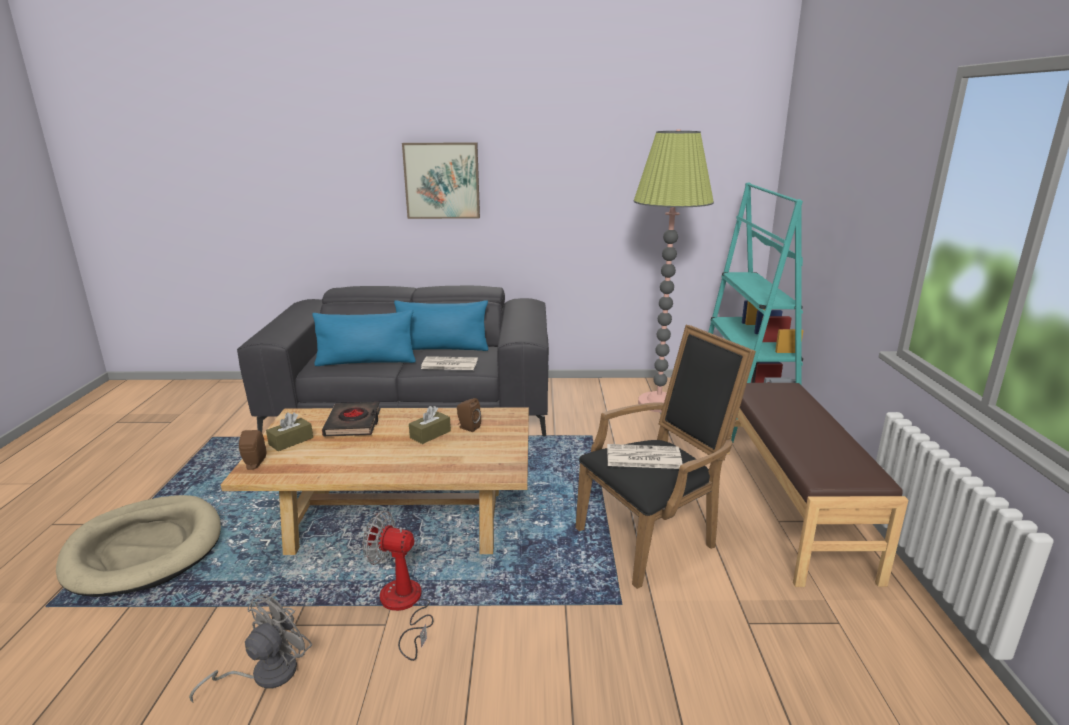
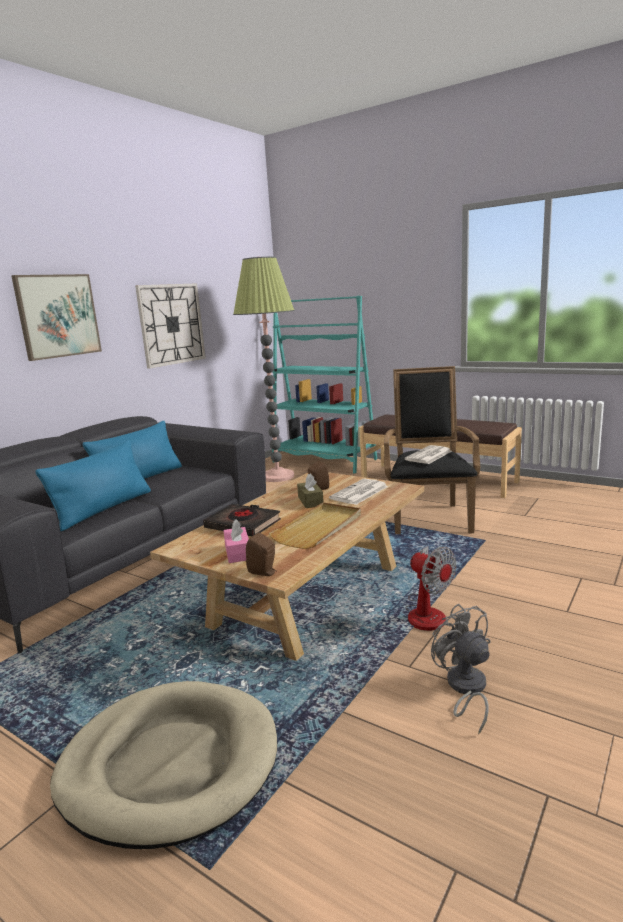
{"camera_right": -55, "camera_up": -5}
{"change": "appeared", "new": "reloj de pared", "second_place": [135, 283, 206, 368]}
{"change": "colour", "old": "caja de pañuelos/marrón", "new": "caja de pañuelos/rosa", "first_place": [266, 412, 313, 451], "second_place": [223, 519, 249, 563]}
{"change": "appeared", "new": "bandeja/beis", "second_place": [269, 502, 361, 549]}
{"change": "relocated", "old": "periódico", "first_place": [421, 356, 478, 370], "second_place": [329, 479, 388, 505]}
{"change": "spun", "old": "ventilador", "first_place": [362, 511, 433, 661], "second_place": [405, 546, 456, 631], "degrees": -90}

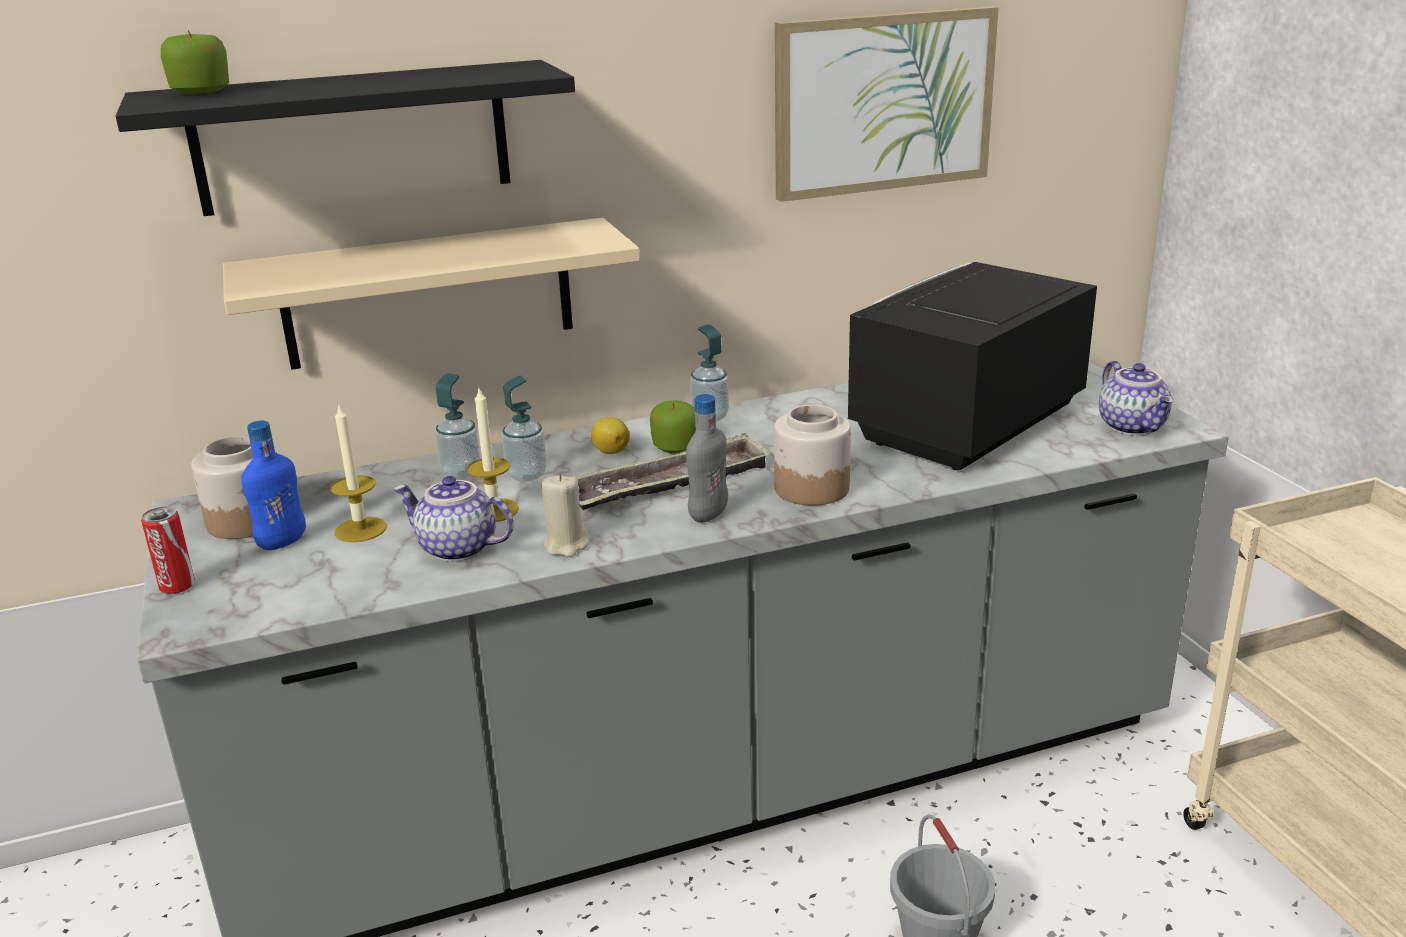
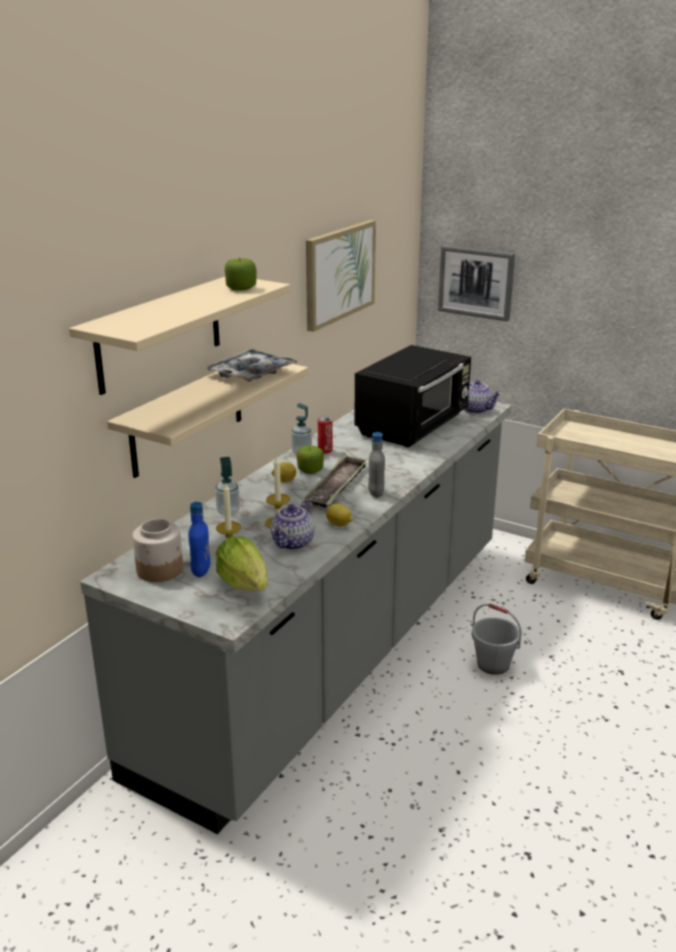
{"camera_right": -40, "camera_up": 0}
{"change": "colour", "old": "estante/negro", "new": "estante/beis", "first_place": [115, 60, 575, 216], "second_place": [69, 277, 290, 395]}
{"change": "appeared", "new": "bandeja", "second_place": [204, 349, 298, 382]}
{"change": "appeared", "new": "lechuga", "second_place": [216, 536, 268, 591]}
{"change": "relocated", "old": "manzana", "first_place": [161, 30, 229, 94], "second_place": [225, 258, 257, 291]}
{"change": "spun", "old": "tetera", "first_place": [393, 476, 514, 562], "second_place": [271, 500, 314, 550], "degrees": -45}
{"change": "relocated", "old": "lata", "first_place": [141, 507, 195, 594], "second_place": [318, 416, 333, 454]}
{"change": "exchanged", "old": "vela/beis", "new": "limón", "first_place": [542, 474, 589, 557], "second_place": [326, 504, 352, 527]}
{"change": "spun", "old": "microondas/negro", "first_place": [848, 262, 1097, 470], "second_place": [354, 345, 471, 448], "degrees": -150}
{"change": "appeared", "new": "cuadro", "second_place": [438, 245, 515, 322]}
{"change": "missing", "old": "dispensador de jabón", "first_place": [502, 375, 547, 482]}
{"change": "missing", "old": "tarro", "first_place": [774, 404, 851, 506]}

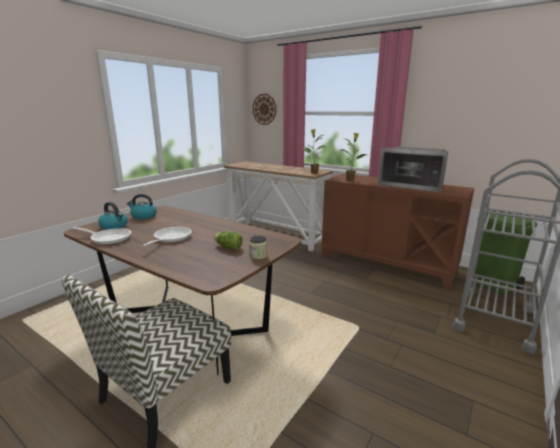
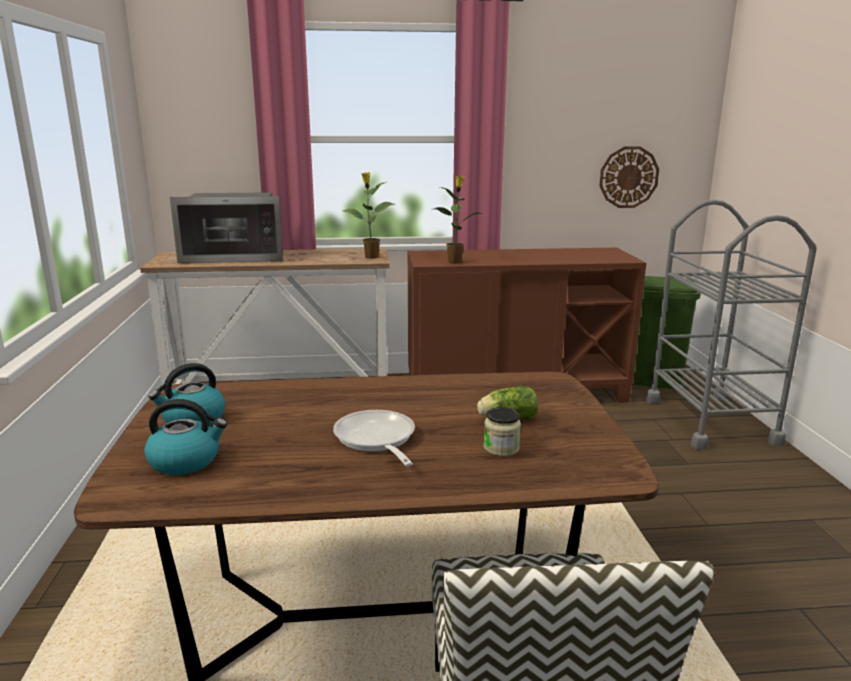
{"camera_right": -40, "camera_up": 0}
{"change": "relocated", "old": "microondas", "first_place": [378, 146, 448, 193], "second_place": [170, 192, 284, 263]}
{"change": "relocated", "old": "tarro", "first_place": [249, 236, 267, 259], "second_place": [484, 407, 521, 456]}
{"change": "relocated", "old": "reloj de pared", "first_place": [253, 94, 276, 125], "second_place": [599, 146, 659, 208]}
{"change": "missing", "old": "sartén", "first_place": [73, 227, 131, 245]}

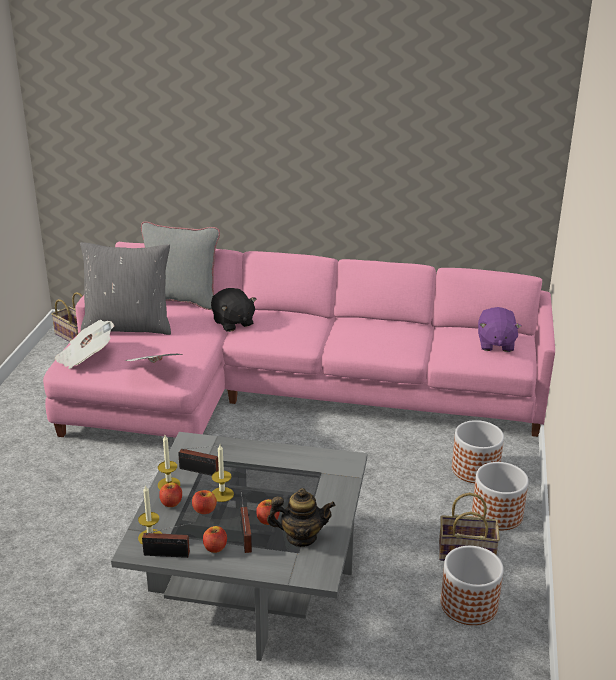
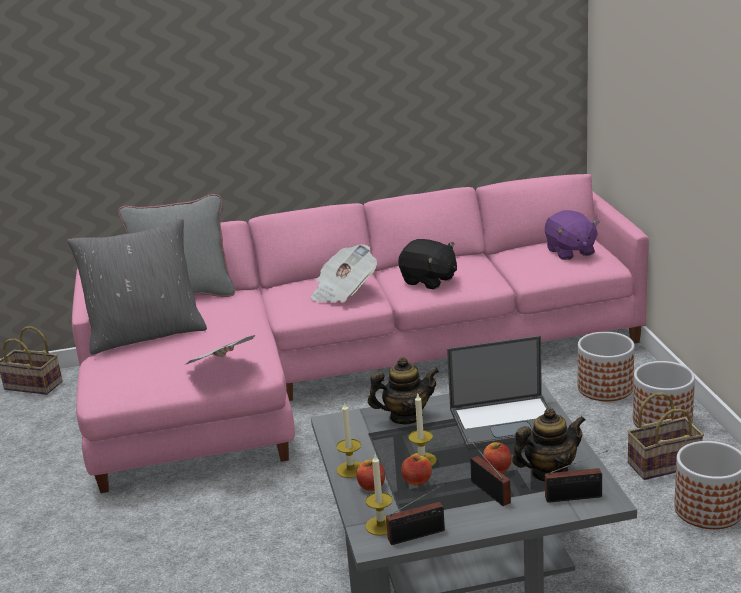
{"camera_right": -20, "camera_up": -5}
{"change": "relocated", "old": "periódico", "first_place": [55, 320, 114, 369], "second_place": [311, 244, 377, 302]}
{"change": "appeared", "new": "tetera", "second_place": [368, 357, 439, 425]}
{"change": "relocated", "old": "peluche/negro", "first_place": [211, 288, 256, 332], "second_place": [398, 239, 457, 289]}
{"change": "appeared", "new": "portátil", "second_place": [447, 336, 550, 449]}
{"change": "relocated", "old": "radio", "first_place": [178, 446, 219, 476], "second_place": [545, 450, 608, 503]}
{"change": "missing", "old": "manzana", "first_place": [203, 526, 227, 553]}

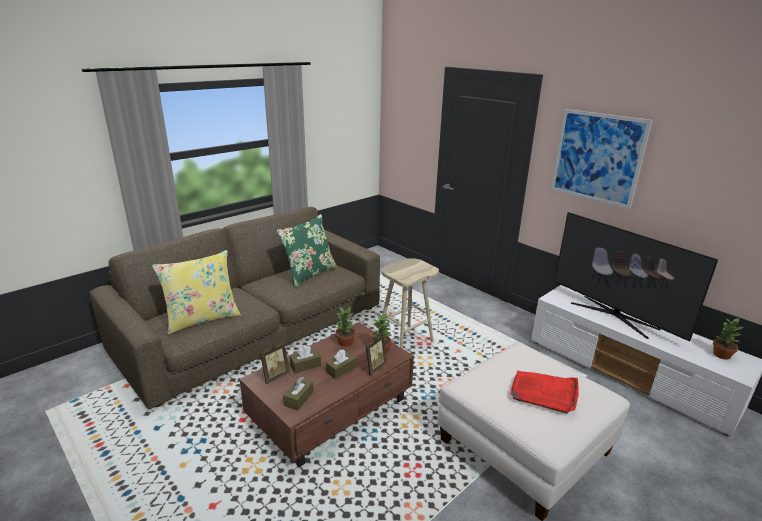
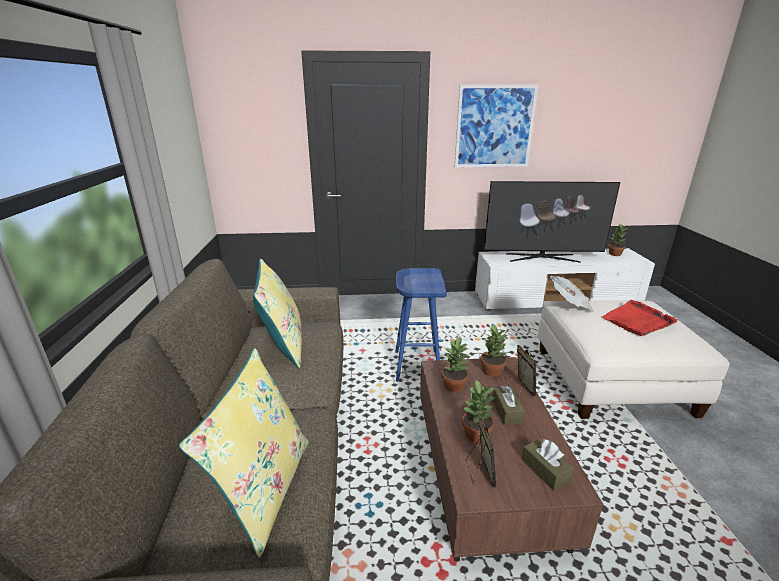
{"camera_right": -50, "camera_up": 0}
{"change": "colour", "old": "cojín/verde", "new": "cojín/amarillo", "first_place": [276, 214, 337, 287], "second_place": [253, 259, 302, 368]}
{"change": "colour", "old": "taburete/beis", "new": "taburete/azul", "first_place": [378, 258, 439, 349], "second_place": [395, 268, 447, 382]}
{"change": "exchanged", "old": "caja de pañuelos/marrón", "new": "planta en maceta", "first_place": [290, 345, 321, 373], "second_place": [462, 380, 495, 443]}
{"change": "appeared", "new": "periódico", "second_place": [550, 276, 594, 312]}

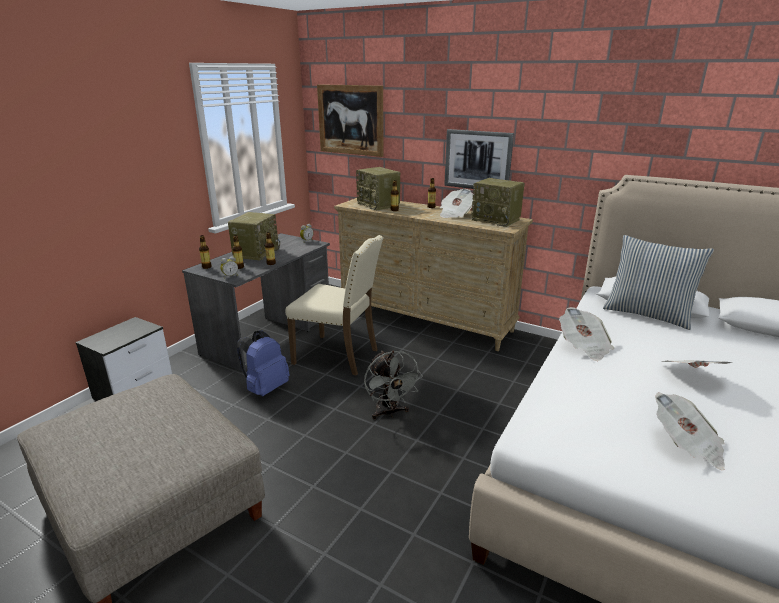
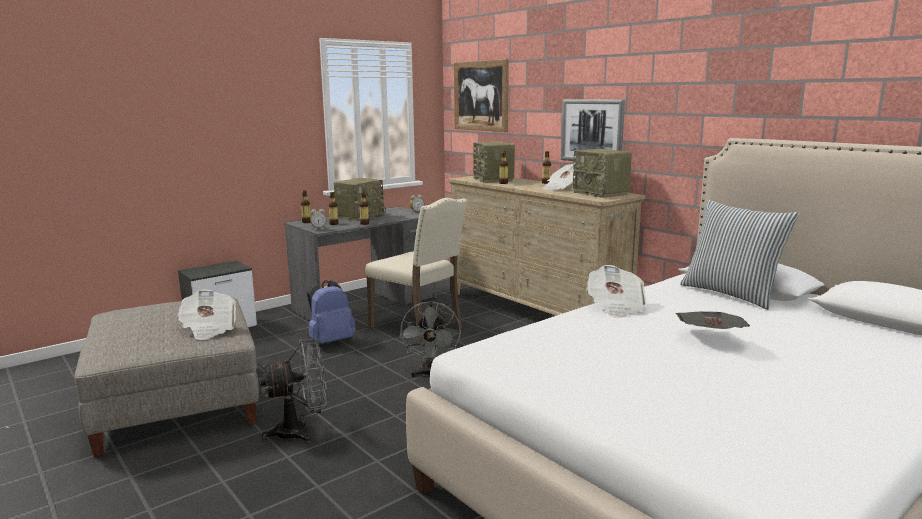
{"camera_right": 20, "camera_up": -10}
{"change": "relocated", "old": "periódico", "first_place": [655, 392, 725, 470], "second_place": [177, 289, 236, 340]}
{"change": "appeared", "new": "ventilador/gris", "second_place": [259, 338, 327, 443]}

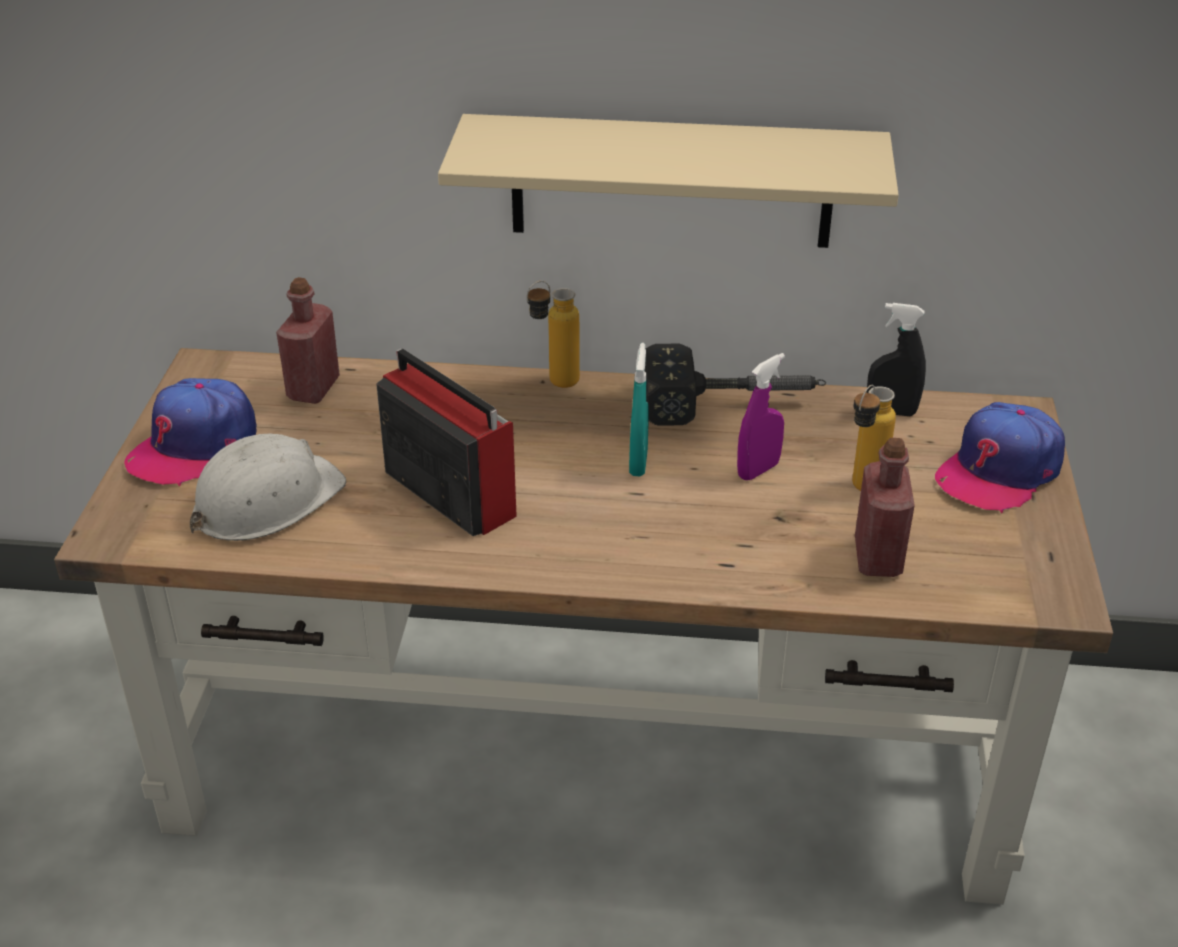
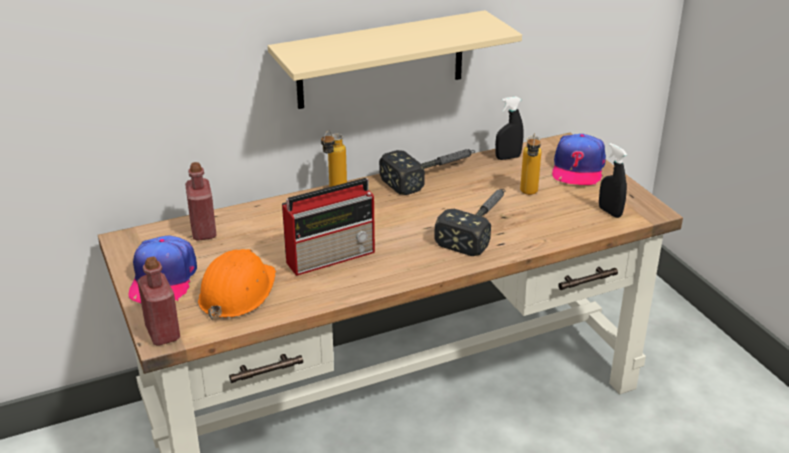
{"camera_right": -30, "camera_up": -5}
{"change": "relocated", "old": "botella/rojo", "first_place": [855, 438, 915, 577], "second_place": [137, 257, 180, 346]}
{"change": "colour", "old": "casco/blanco", "new": "casco/naranja", "first_place": [189, 434, 346, 541], "second_place": [198, 249, 276, 321]}
{"change": "spun", "old": "radio", "first_place": [376, 348, 517, 536], "second_place": [282, 178, 375, 276], "degrees": 135}
{"change": "appeared", "new": "martillo", "second_place": [434, 189, 505, 256]}
{"change": "appeared", "new": "pulverizador/negro", "second_place": [599, 143, 627, 218]}
{"change": "missing", "old": "pulverizador/turquesa", "first_place": [629, 343, 649, 476]}
{"change": "missing", "old": "pulverizador/morado", "first_place": [737, 353, 785, 480]}

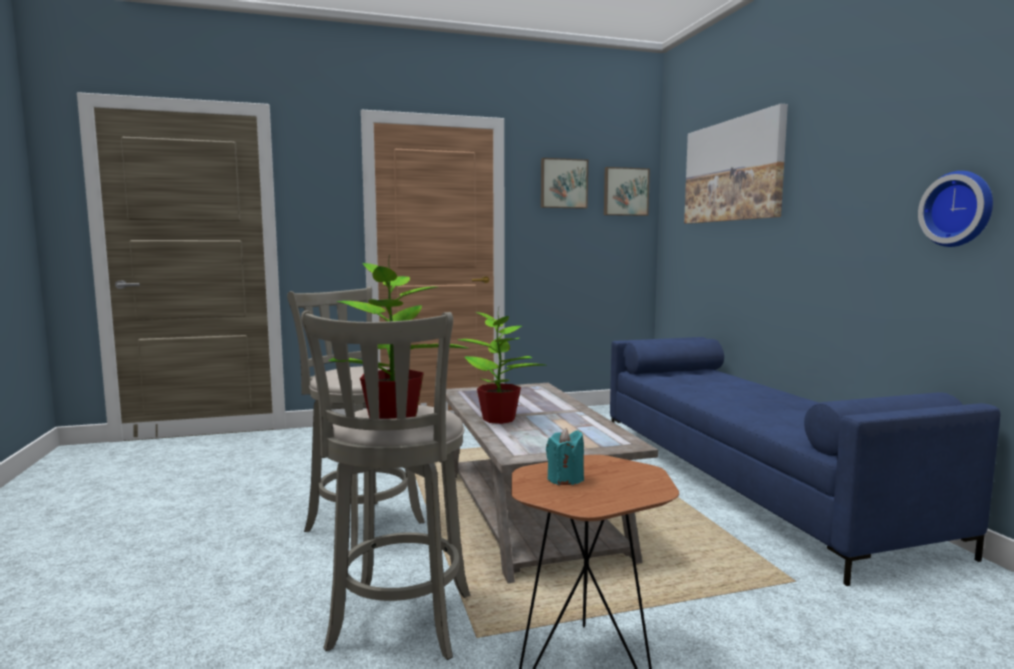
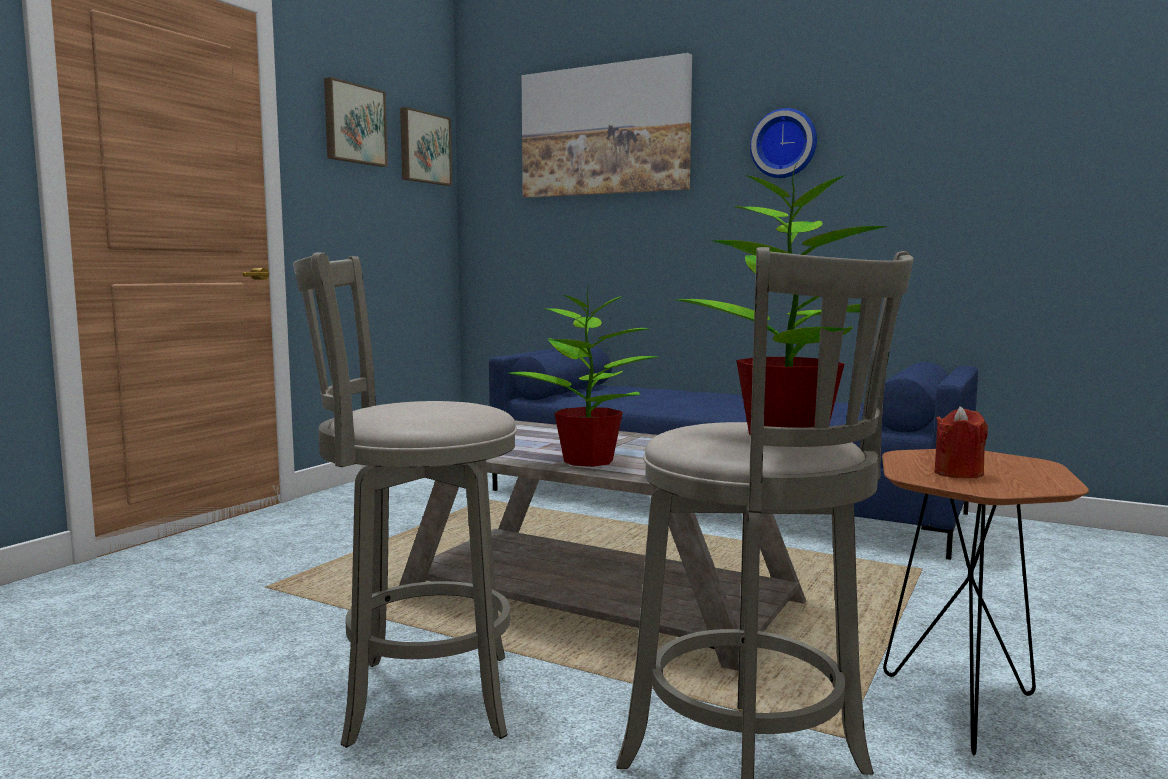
{"camera_right": -45, "camera_up": 0}
{"change": "relocated", "old": "reloj de pared", "first_place": [918, 171, 993, 247], "second_place": [750, 108, 817, 178]}
{"change": "colour", "old": "vela/turquesa", "new": "vela/rojo", "first_place": [546, 428, 584, 485], "second_place": [934, 406, 988, 478]}

